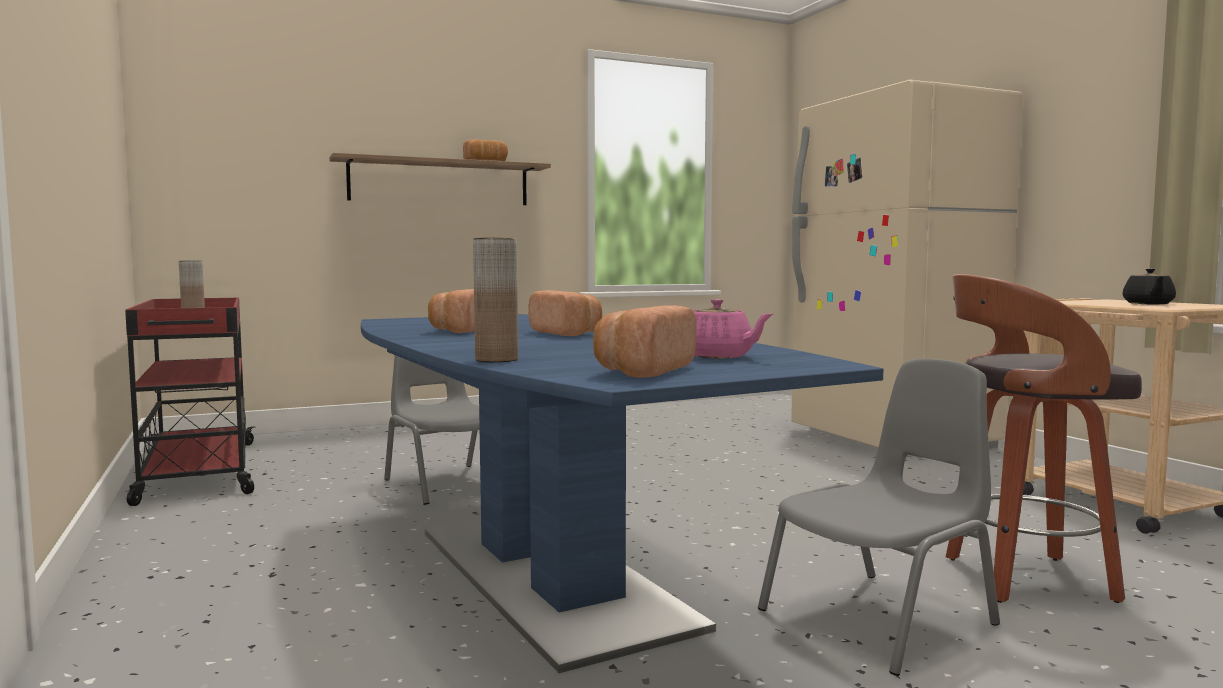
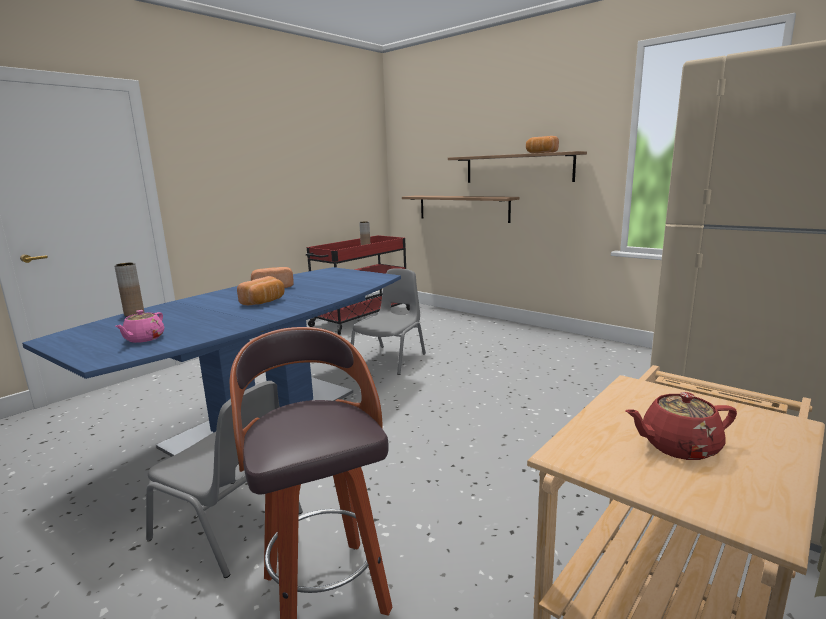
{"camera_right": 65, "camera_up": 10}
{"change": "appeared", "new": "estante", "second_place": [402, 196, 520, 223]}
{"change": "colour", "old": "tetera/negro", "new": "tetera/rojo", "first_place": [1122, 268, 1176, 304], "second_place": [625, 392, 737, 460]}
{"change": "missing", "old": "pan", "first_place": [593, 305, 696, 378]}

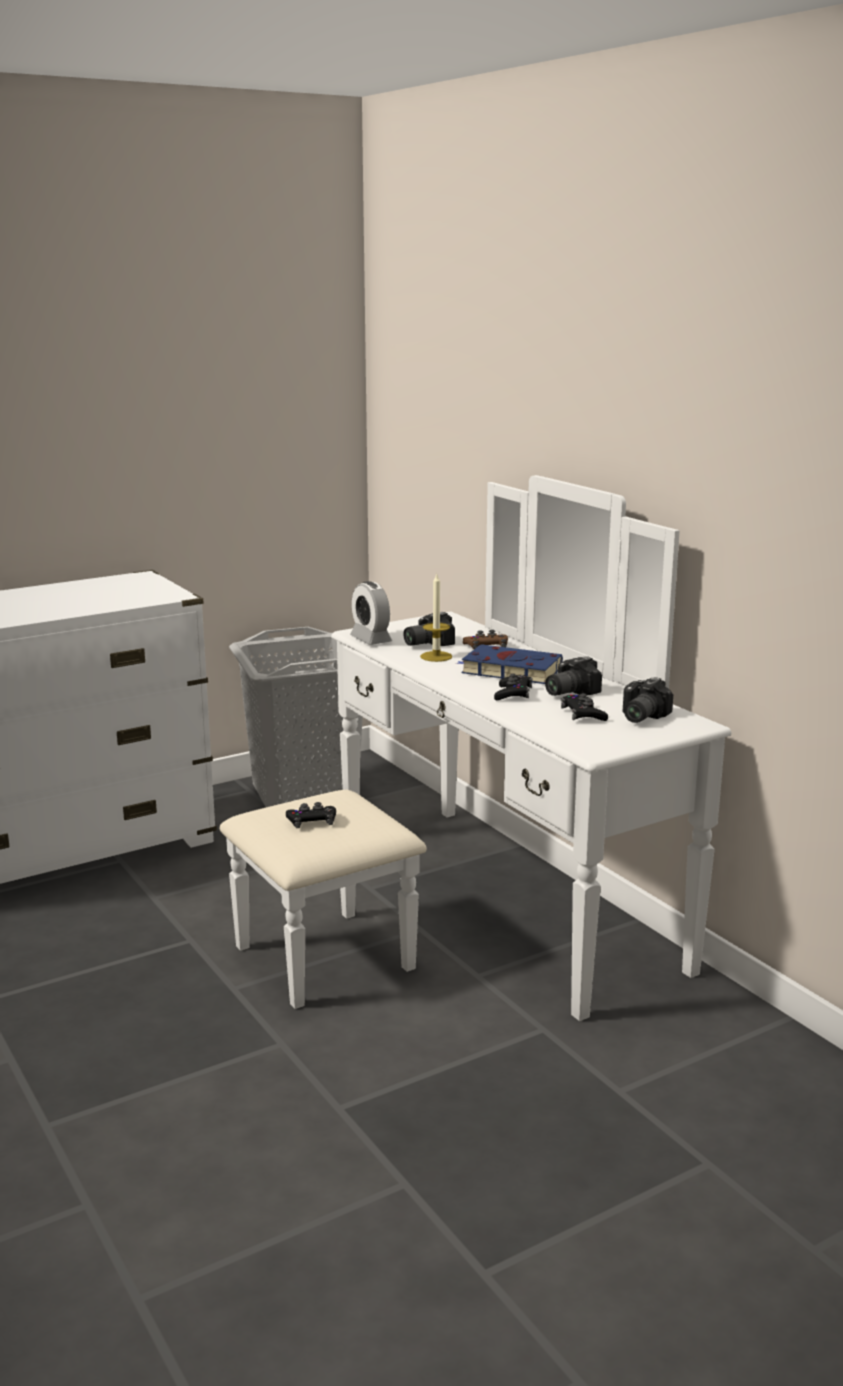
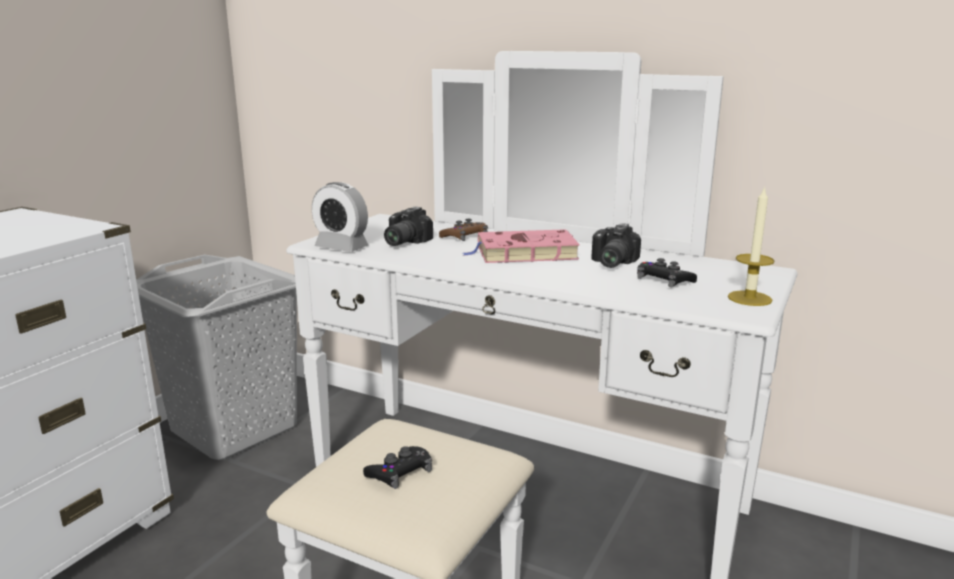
{"camera_right": -30, "camera_up": 0}
{"change": "colour", "old": "libro/azul", "new": "libro/rosa", "first_place": [456, 644, 563, 684], "second_place": [463, 229, 580, 263]}
{"change": "relocated", "old": "vela", "first_place": [420, 572, 452, 662], "second_place": [728, 186, 775, 306]}
{"change": "missing", "old": "mando de consola/negro", "first_place": [494, 674, 533, 700]}
{"change": "missing", "old": "cámara", "first_place": [623, 677, 673, 723]}

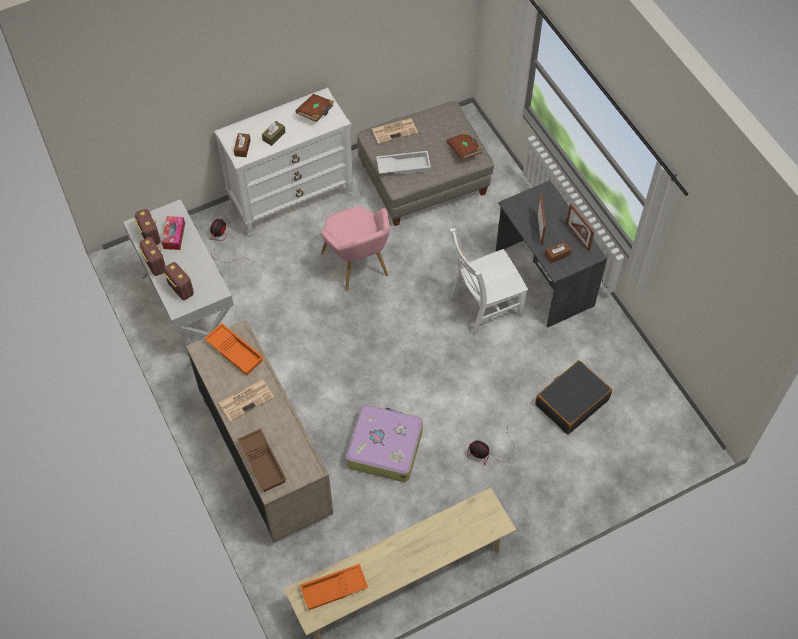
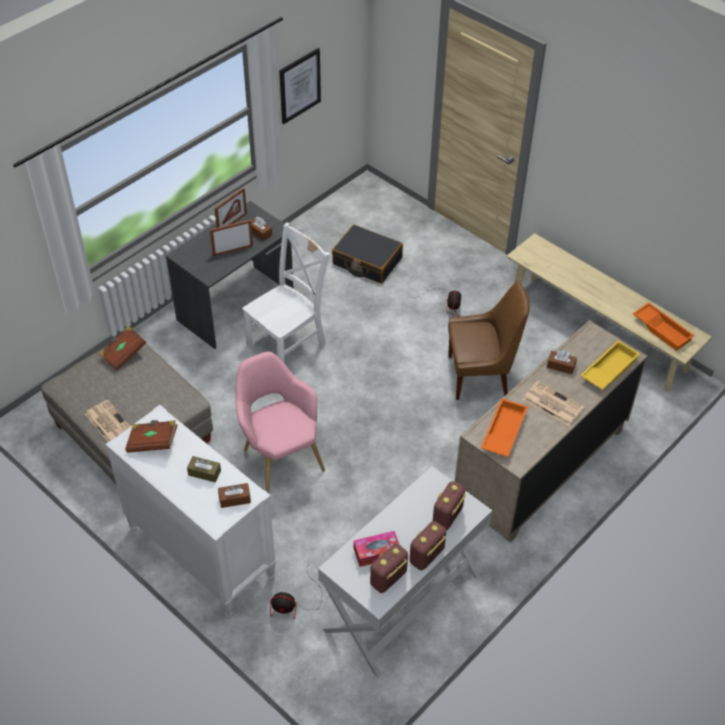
{"camera_right": -110, "camera_up": -10}
{"change": "spun", "old": "sillón/rosa", "first_place": [321, 206, 390, 291], "second_place": [235, 352, 325, 493], "degrees": -75}
{"change": "spun", "old": "silla/blanco", "first_place": [450, 228, 528, 336], "second_place": [242, 222, 330, 364], "degrees": -90}
{"change": "appeared", "new": "cuadro", "second_place": [279, 48, 321, 124]}
{"change": "exchanged", "old": "maleta", "new": "silla/marrón", "first_place": [346, 404, 423, 482], "second_place": [448, 282, 530, 400]}
{"change": "appeared", "new": "caja de pañuelos/marrón", "second_place": [547, 350, 577, 374]}
{"change": "colour", "old": "bandeja/marrón", "new": "bandeja/amarillo", "first_place": [237, 428, 287, 492], "second_place": [580, 340, 640, 390]}
{"change": "missing", "old": "bandeja/blanco", "first_place": [376, 151, 431, 175]}

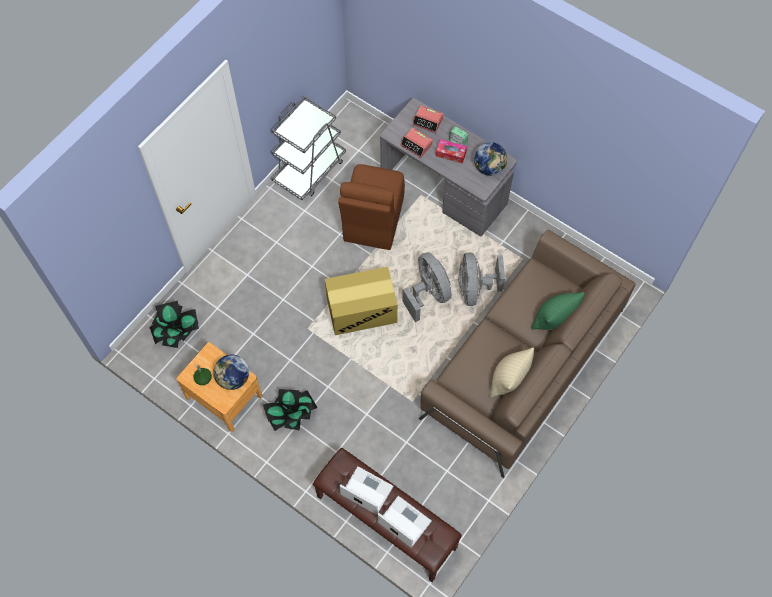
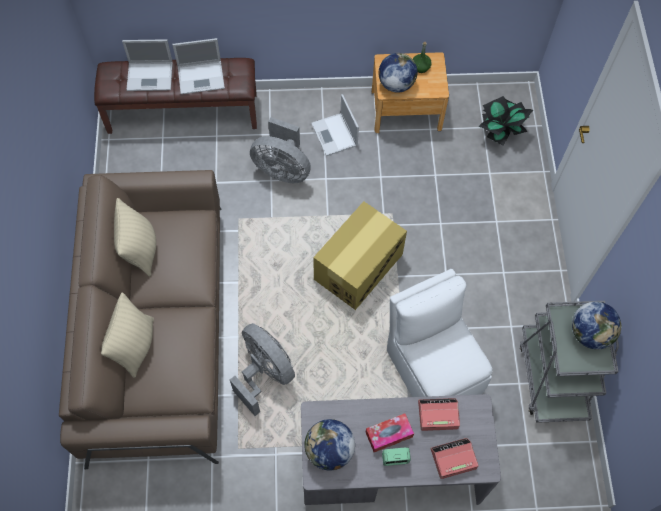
{"camera_right": 140, "camera_up": 0}
{"change": "colour", "old": "cojín/verde", "new": "cojín/beis", "first_place": [531, 292, 585, 330], "second_place": [101, 293, 154, 378]}
{"change": "relocated", "old": "ventilador/gris", "first_place": [403, 252, 452, 322], "second_place": [250, 117, 311, 183]}
{"change": "exchanged", "old": "planta en maceta", "new": "portátil", "first_place": [263, 389, 318, 431], "second_place": [311, 94, 359, 156]}
{"change": "colour", "old": "silla/marrón", "new": "silla/blanco", "first_place": [338, 164, 405, 250], "second_place": [387, 269, 492, 397]}
{"change": "appeared", "new": "globo terráqueo", "second_place": [572, 302, 622, 349]}

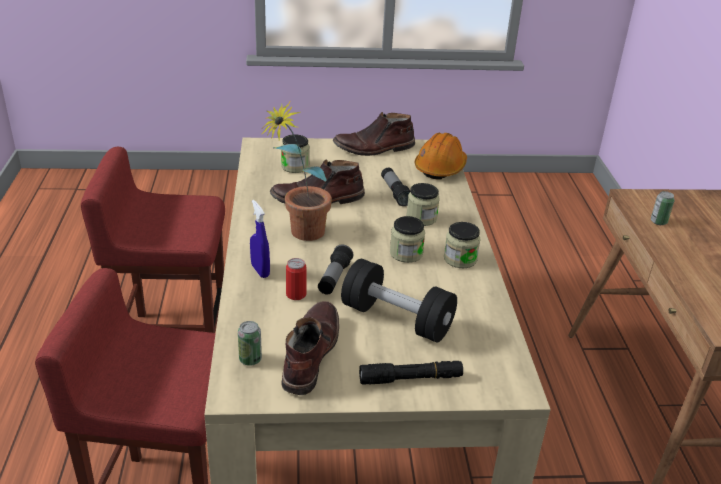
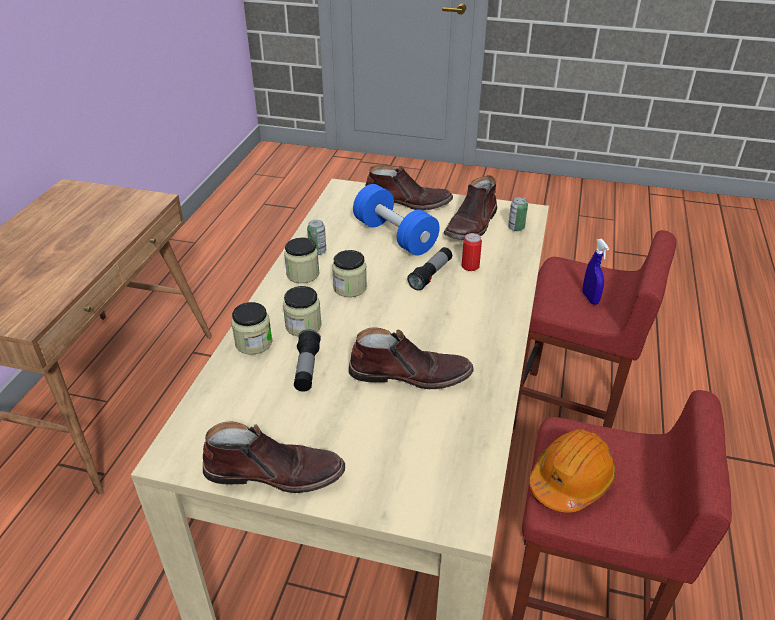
{"camera_right": -160, "camera_up": 5}
{"change": "relocated", "old": "tarro", "first_place": [281, 134, 310, 173], "second_place": [231, 302, 273, 355]}
{"change": "relocated", "old": "lata", "first_place": [651, 191, 675, 225], "second_place": [307, 220, 326, 255]}
{"change": "colour", "old": "mancuerna/negro", "new": "mancuerna/azul", "first_place": [341, 259, 457, 343], "second_place": [353, 184, 440, 255]}
{"change": "exchanged", "old": "linterna/negro", "new": "bota/marrón", "first_place": [359, 361, 463, 385], "second_place": [366, 164, 453, 210]}
{"change": "relocated", "old": "casco/naranja", "first_place": [415, 133, 467, 179], "second_place": [529, 429, 616, 512]}
{"change": "relocated", "old": "pulverizador/azul", "first_place": [250, 200, 270, 278], "second_place": [582, 239, 609, 305]}
{"change": "missing", "old": "planta en maceta", "first_place": [262, 102, 332, 241]}

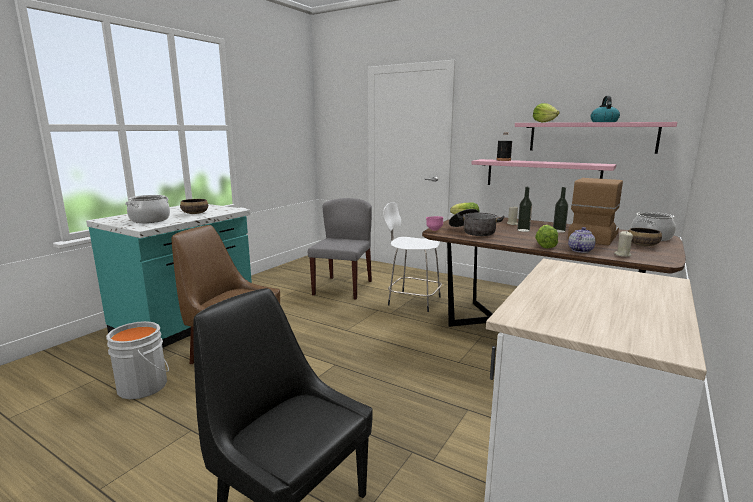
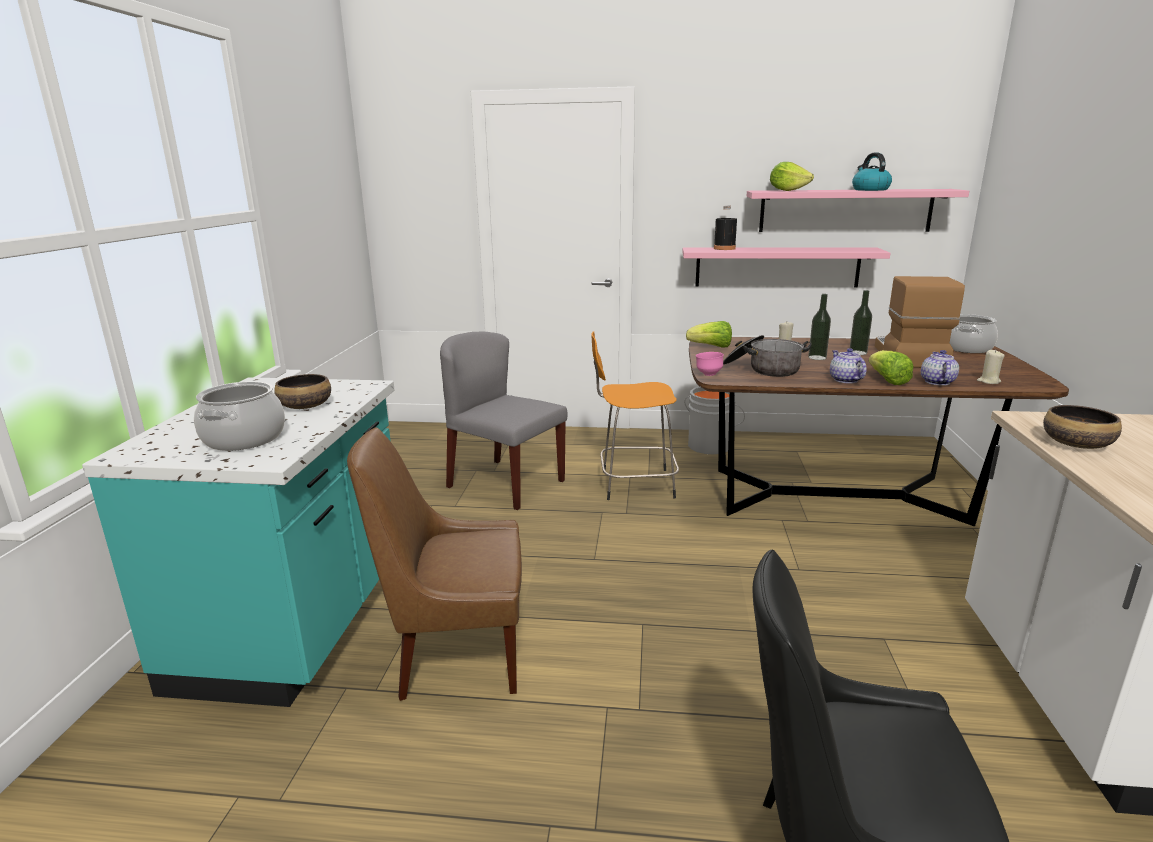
{"camera_right": -25, "camera_up": 5}
{"change": "spun", "old": "silla/gris", "first_place": [308, 198, 372, 300], "second_place": [440, 332, 567, 510], "degrees": -45}
{"change": "colour", "old": "taburete/blanco", "new": "taburete/naranja", "first_place": [383, 202, 442, 312], "second_place": [591, 331, 679, 500]}
{"change": "relocated", "old": "cubo/gris", "first_place": [106, 321, 169, 399], "second_place": [684, 386, 745, 454]}
{"change": "appeared", "new": "tetera", "second_place": [830, 348, 867, 383]}
{"change": "relocated", "old": "cuenco", "first_place": [628, 228, 662, 246], "second_place": [1043, 405, 1122, 449]}

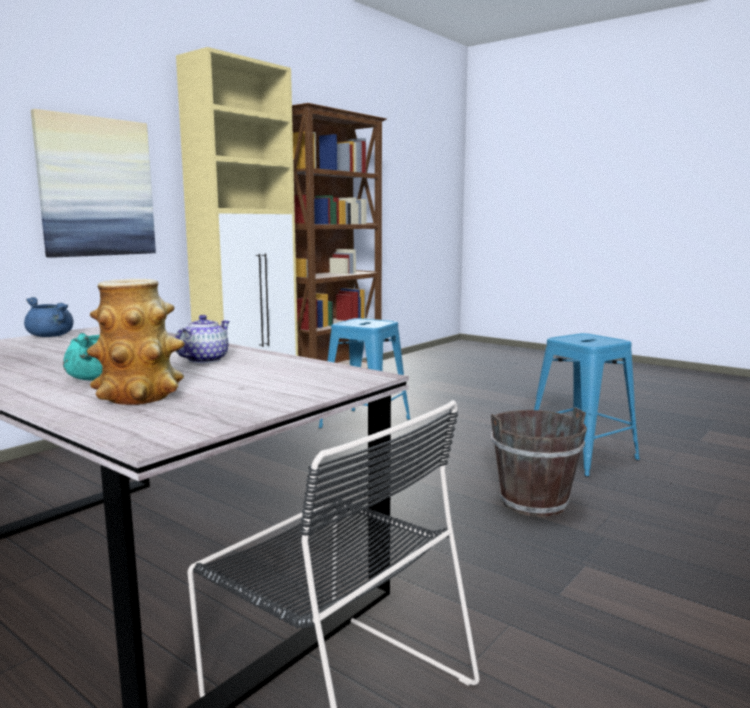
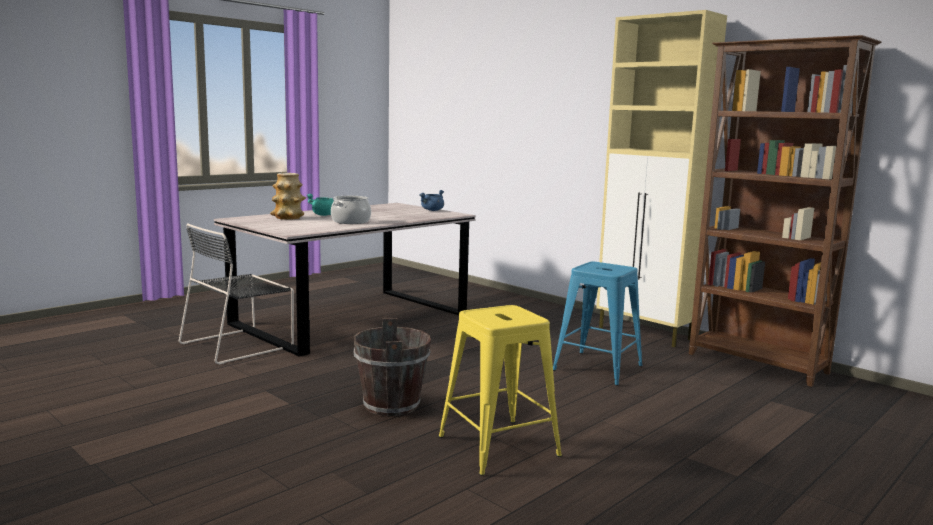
{"camera_right": 95, "camera_up": 0}
{"change": "exchanged", "old": "tetera", "new": "olla", "first_place": [175, 315, 230, 363], "second_place": [331, 196, 371, 224]}
{"change": "colour", "old": "taburete/azul", "new": "taburete/amarillo", "first_place": [534, 333, 640, 477], "second_place": [439, 305, 562, 476]}
{"change": "missing", "old": "cuadro", "first_place": [31, 109, 156, 258]}

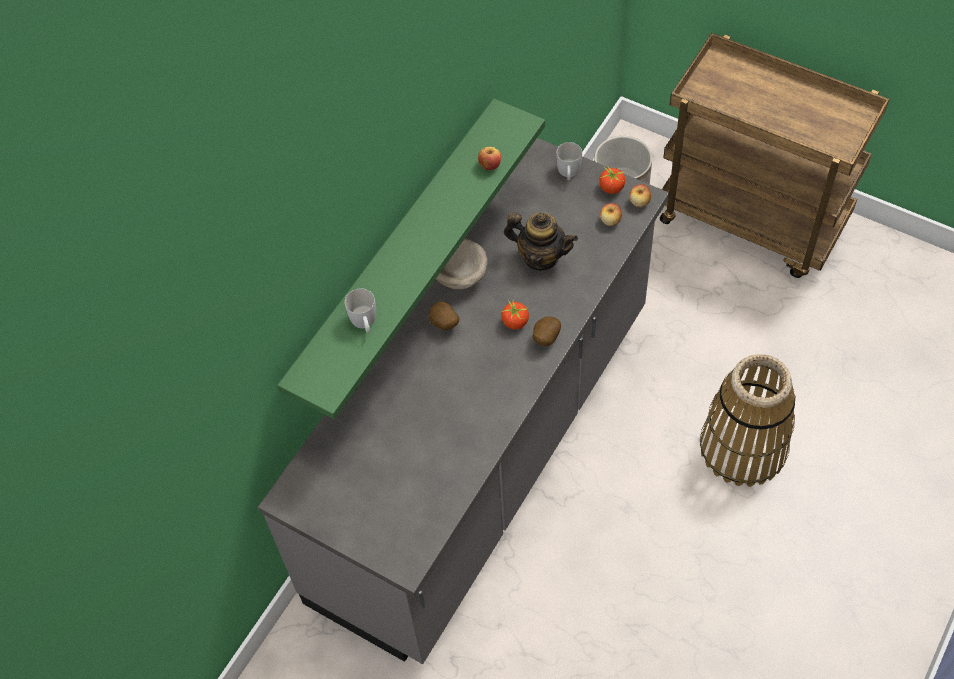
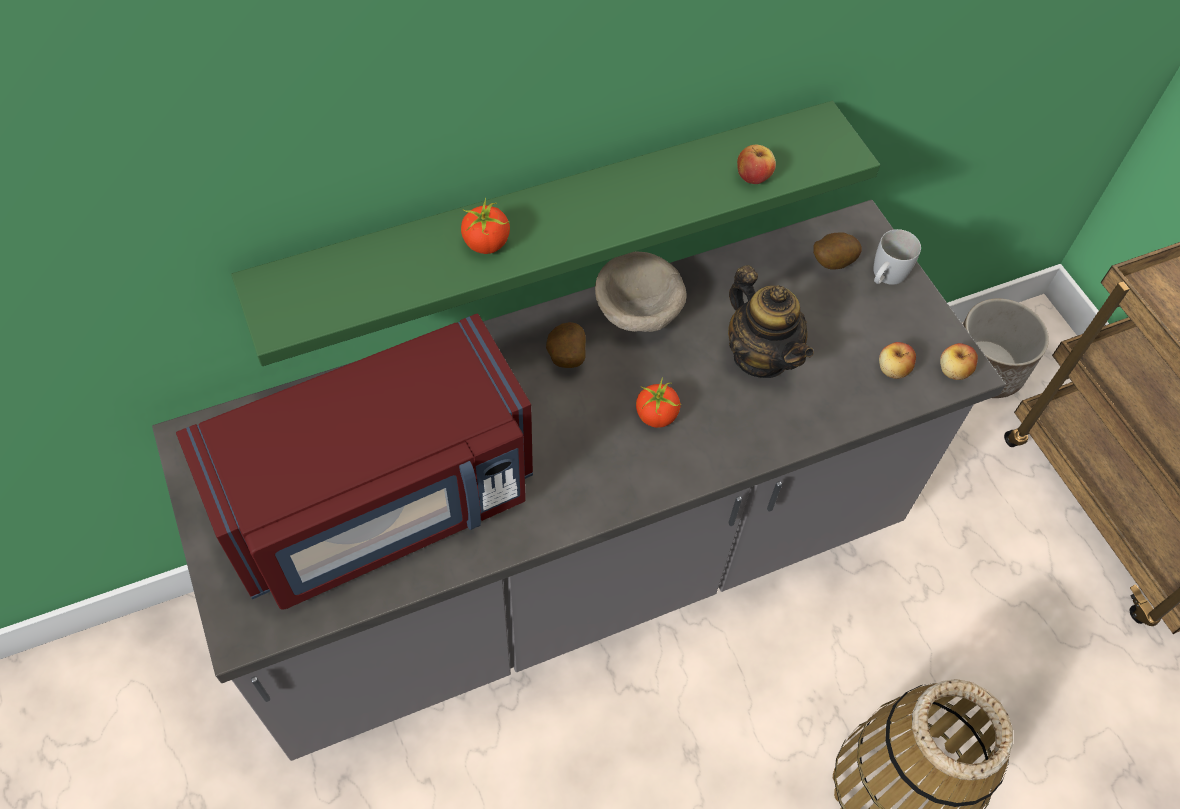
{"camera_right": 30, "camera_up": 0}
{"change": "appeared", "new": "microondas/rojo", "second_place": [176, 313, 533, 610]}
{"change": "relocated", "old": "tomate", "first_place": [599, 166, 625, 194], "second_place": [461, 198, 510, 254]}
{"change": "relocated", "old": "patata", "first_place": [532, 317, 561, 346], "second_place": [813, 232, 862, 270]}
{"change": "missing", "old": "taza grande/blanco", "first_place": [345, 288, 376, 333]}

